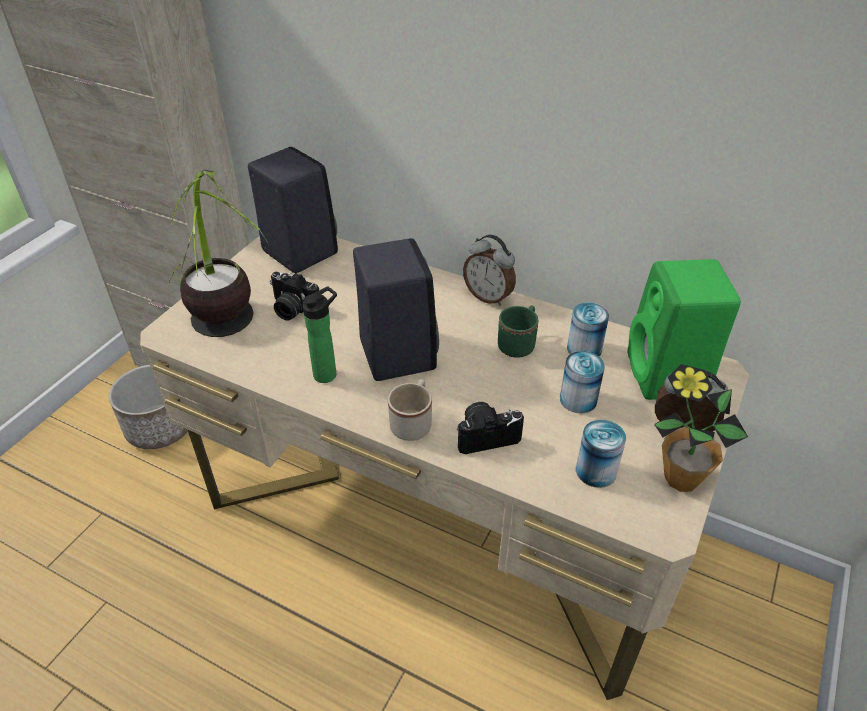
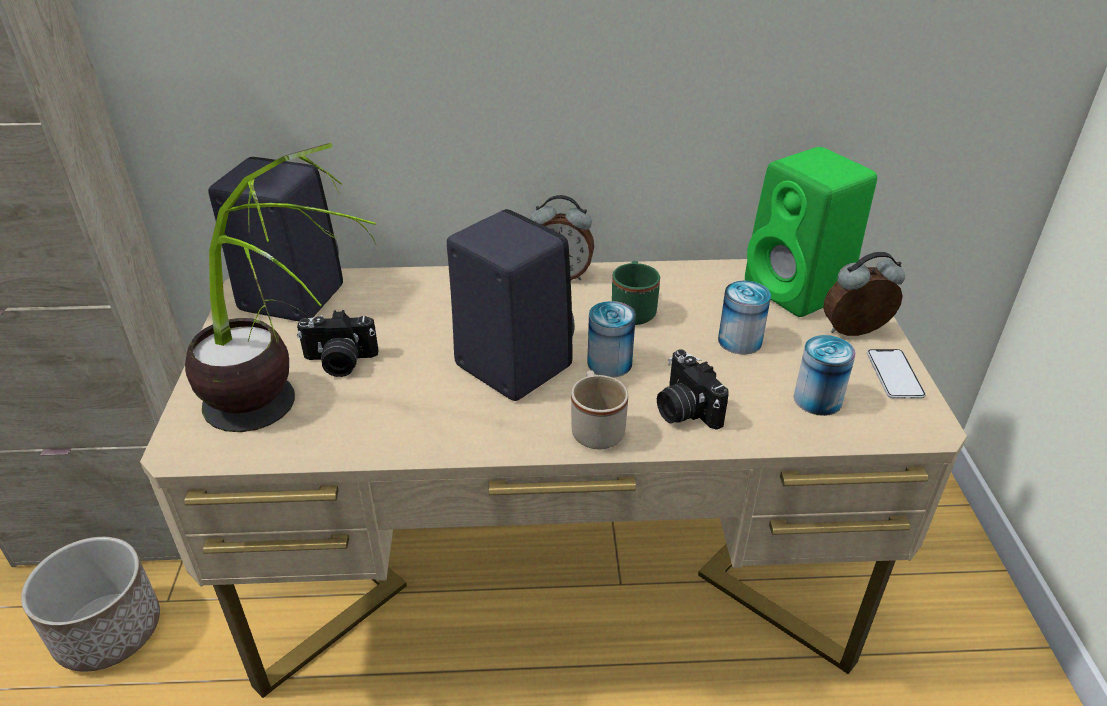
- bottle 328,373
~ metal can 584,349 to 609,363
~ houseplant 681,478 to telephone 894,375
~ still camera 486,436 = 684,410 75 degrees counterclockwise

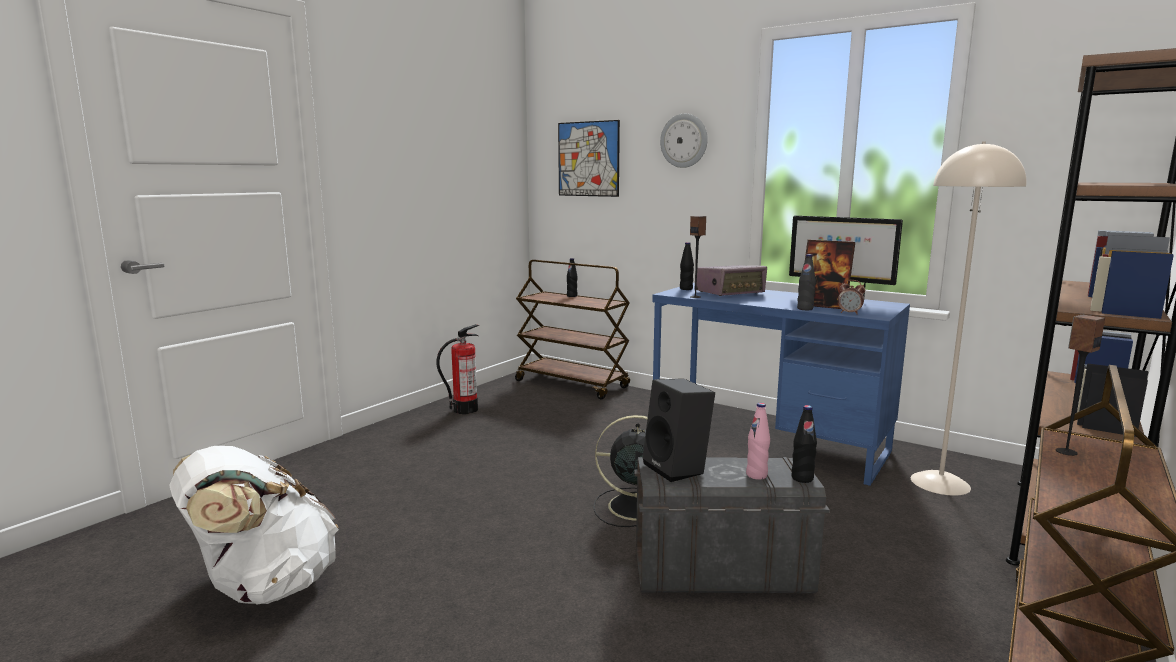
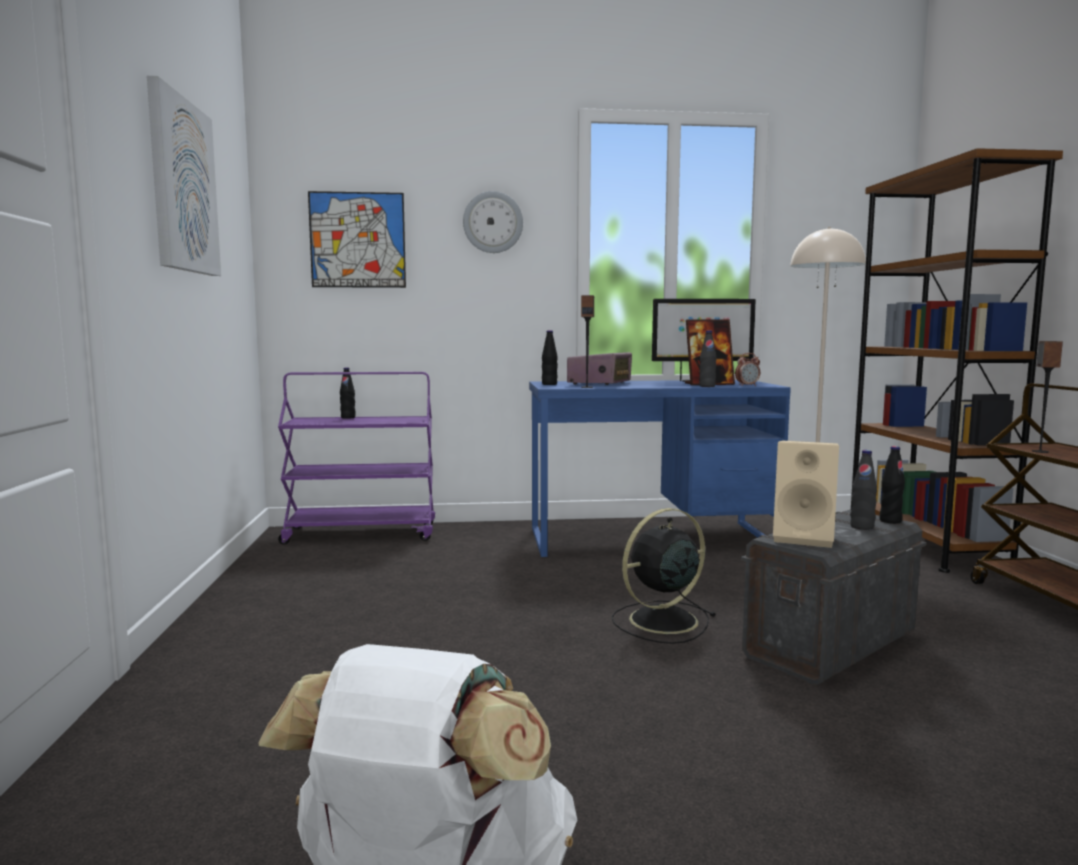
- fire extinguisher 465,410
+ wall art 182,186
~ brownish cart 572,384 to purple cart 362,534
~ blackish audio speaker 678,468 to sand-coloured audio speaker 805,538
~ pinkish bottle 756,475 to blackish bottle 862,527

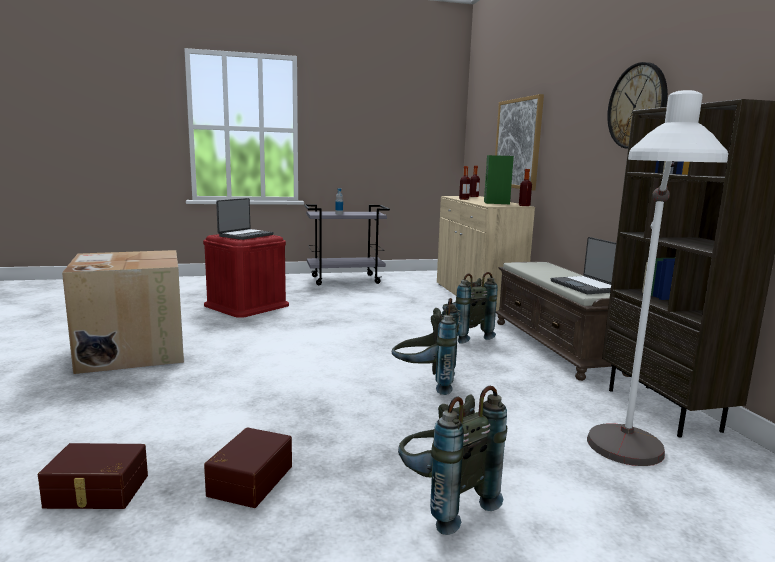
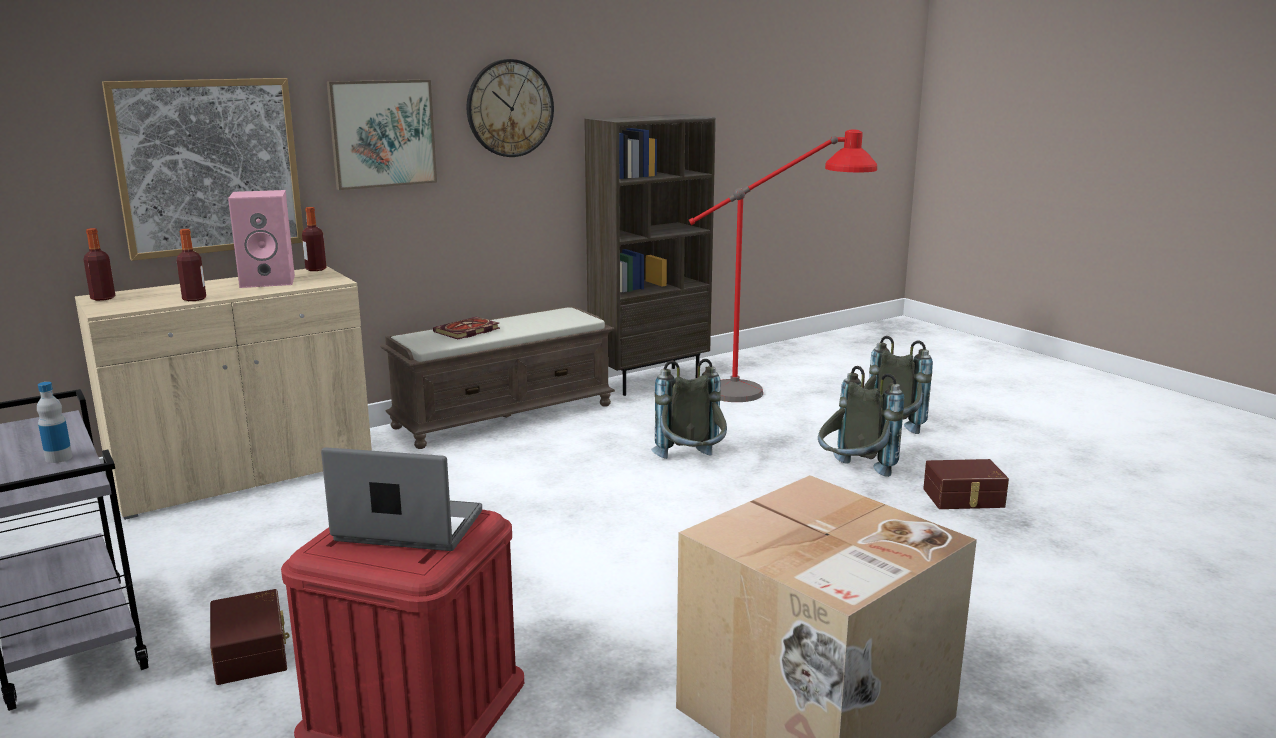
- notebook computer 586,286
+ wall art 382,133
+ volume 466,331
~ brownish storage box 96,492 to 253,652
~ grey rucksack 464,335 to 853,475
~ greenish audio speaker 497,203 to pinkish audio speaker 269,281
~ whitish standard lamp 624,472 to reddish standard lamp 775,393

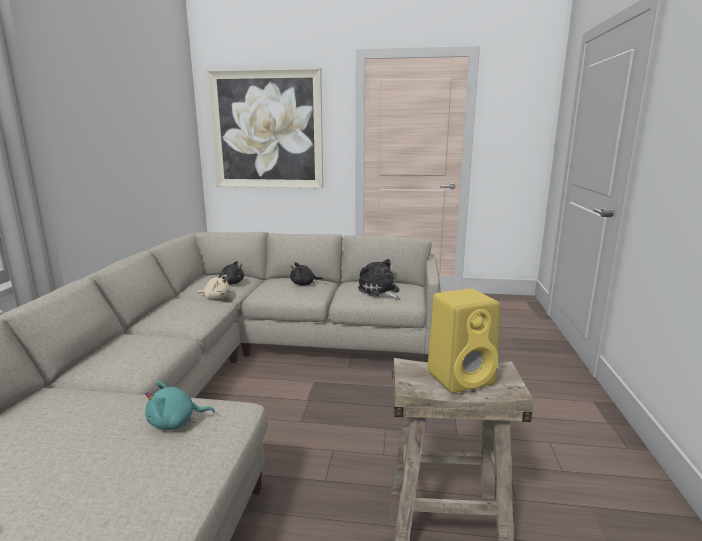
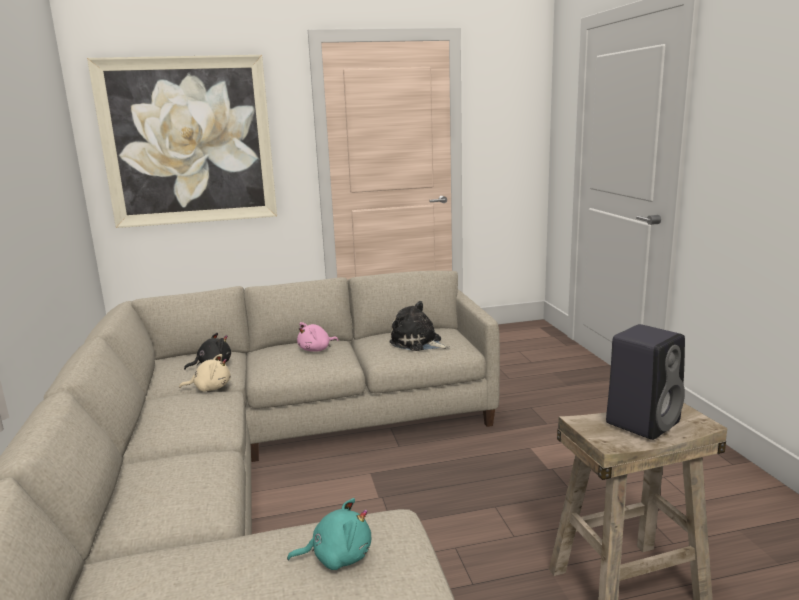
~ blackish cuddly toy 304,284 to pinkish cuddly toy 316,349
~ yellow-coloured audio speaker 461,377 to blackish audio speaker 643,422
~ turquoise cuddly toy 176,423 = 337,556 150 degrees counterclockwise

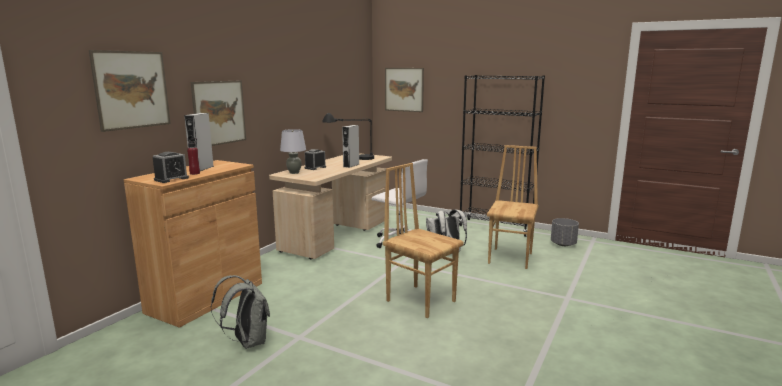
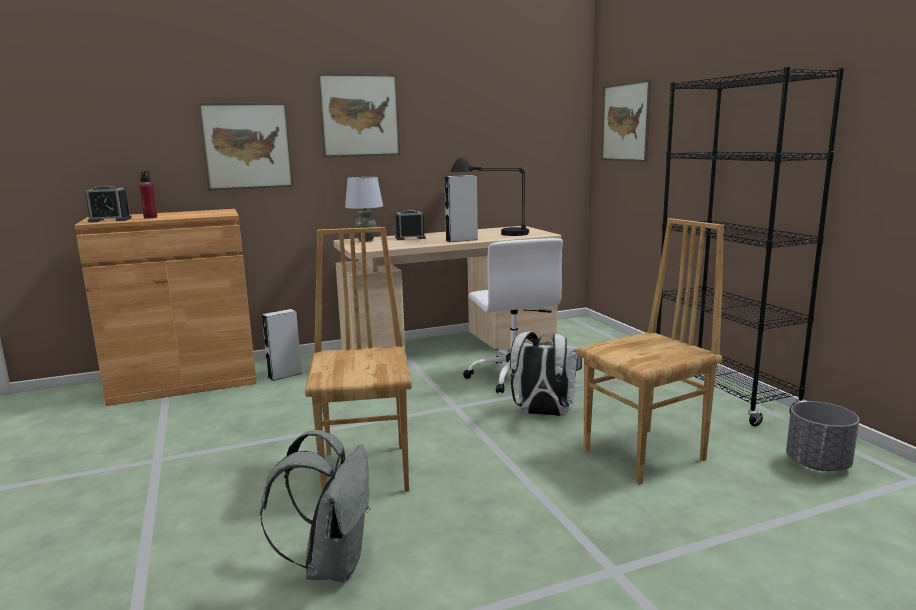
~ wall art 132,90 to 360,115
~ grey audio speaker 202,168 to 285,375
~ grey rucksack 247,342 to 332,564

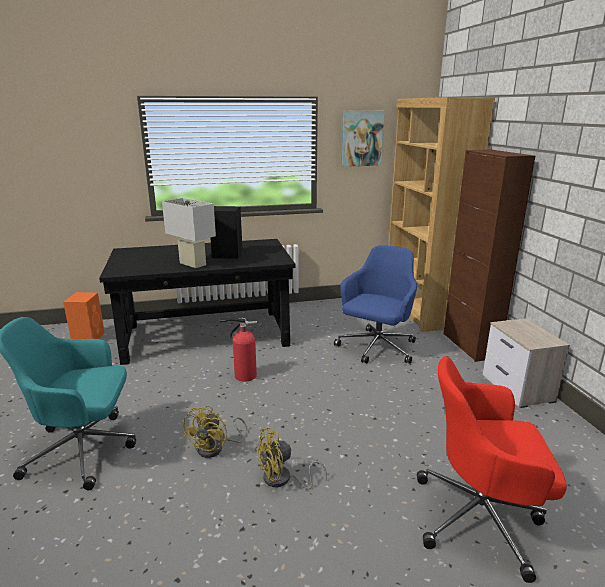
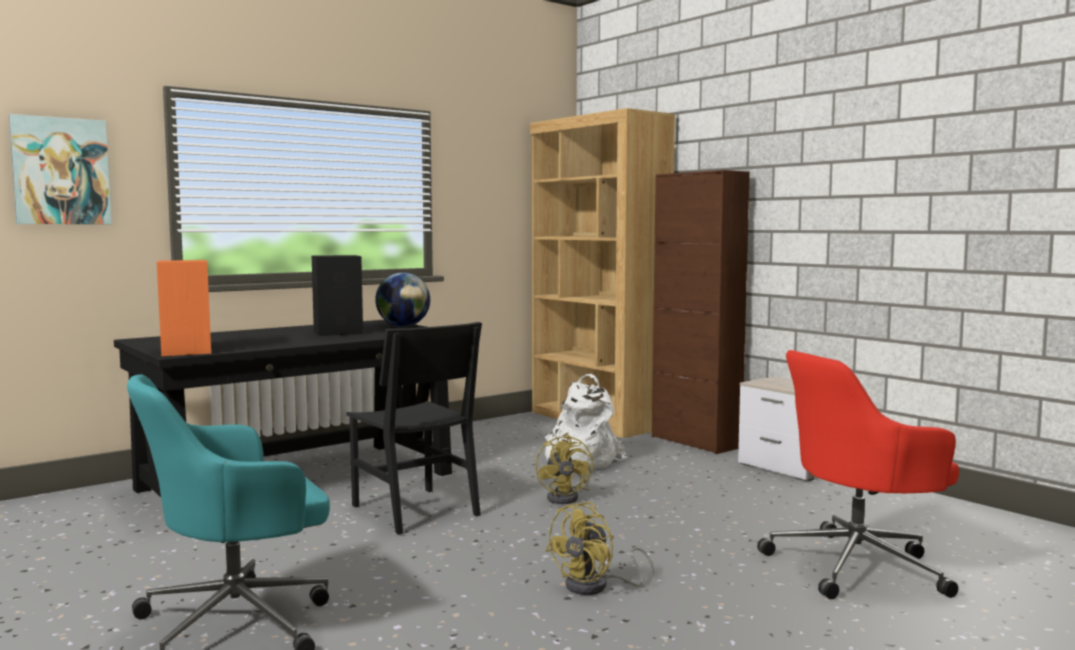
- whitish lamp for a table 192,264
+ desk globe 403,326
~ orange-coloured audio speaker 88,337 to 186,351
~ yellow-coloured cooling fan 216,448 to 567,498
~ wall art 361,138 to 61,171
~ fire extinguisher 243,376 to blackish chair 414,510
~ blue desk chair 376,348 to whitish rucksack 579,459

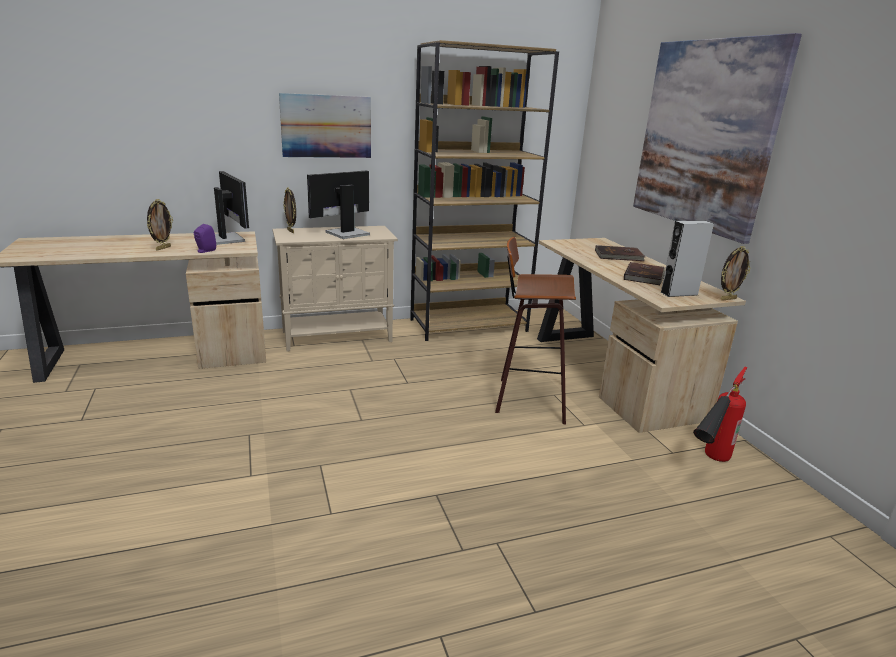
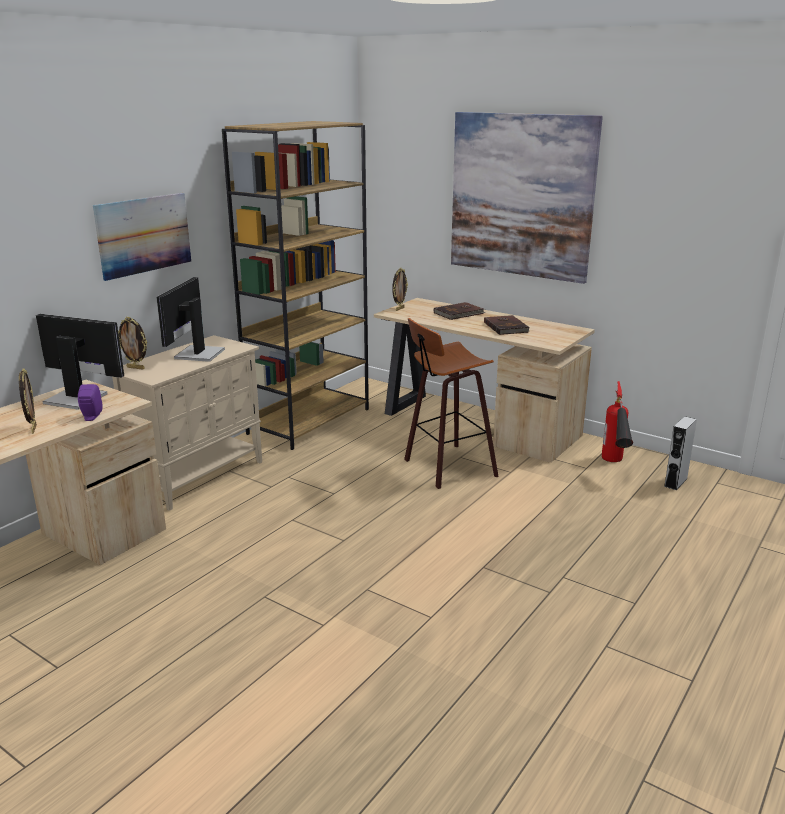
~ grey audio speaker 679,293 to 675,482
~ picture frame 727,299 to 399,309

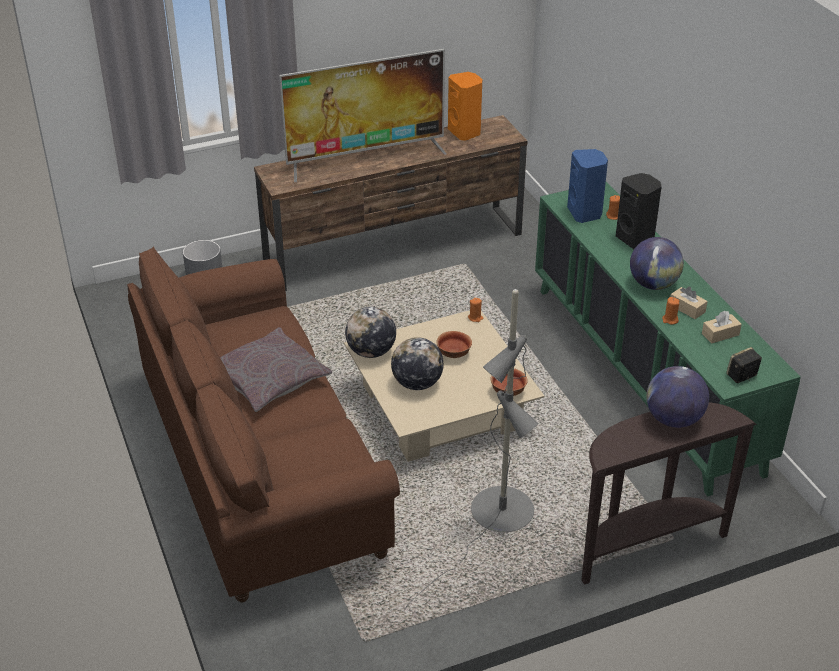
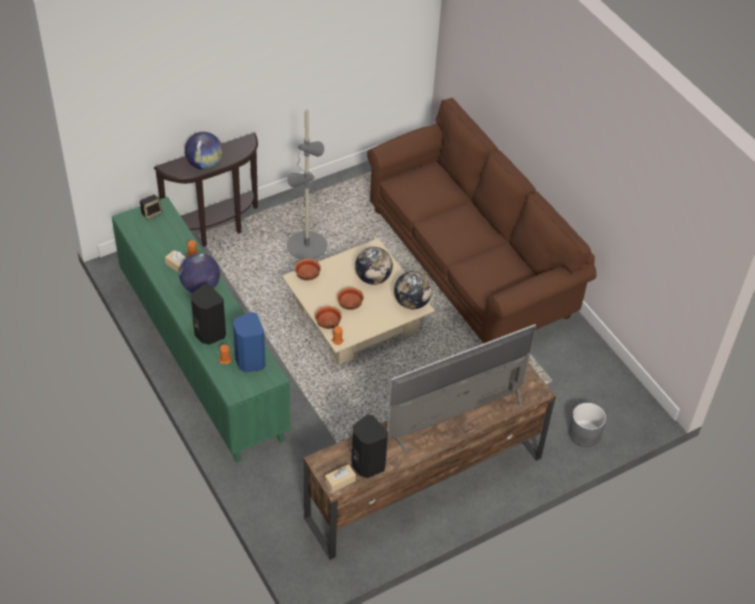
- grey throw pillow 269,379
+ bowl 327,324
~ sand-coloured tissue holder 720,334 to 340,481
~ orange-coloured audio speaker 465,132 to blackish audio speaker 366,465

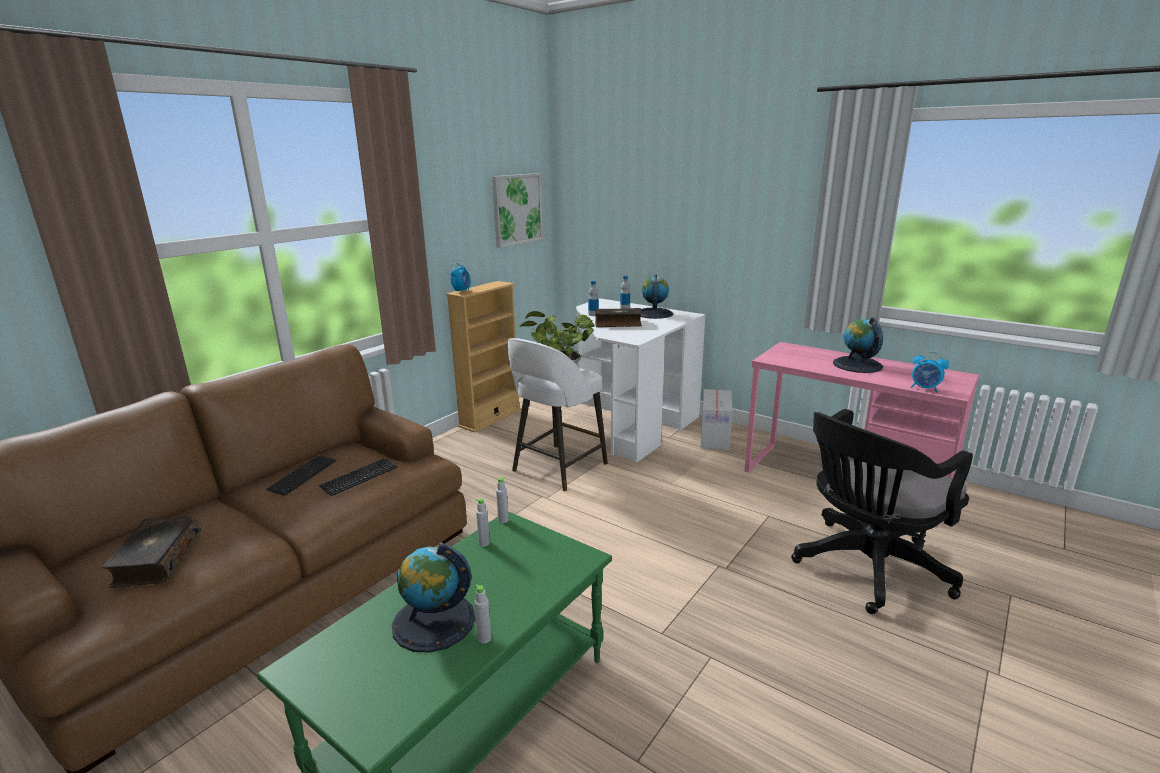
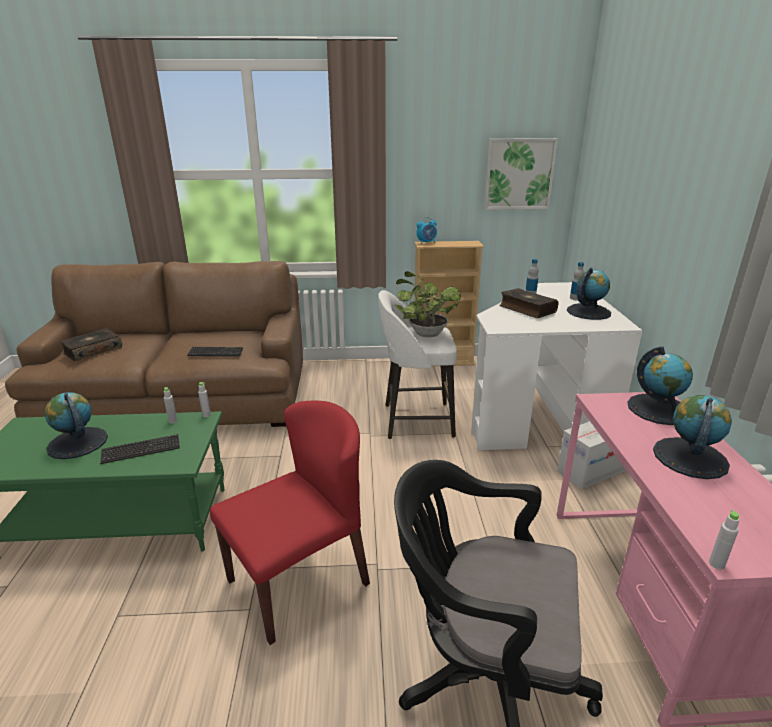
- bedside clock 925,389
+ reddish chair 299,581
+ desk globe 659,409
~ keyboard 303,476 to 141,450
~ grey bottle 484,638 to 716,564

